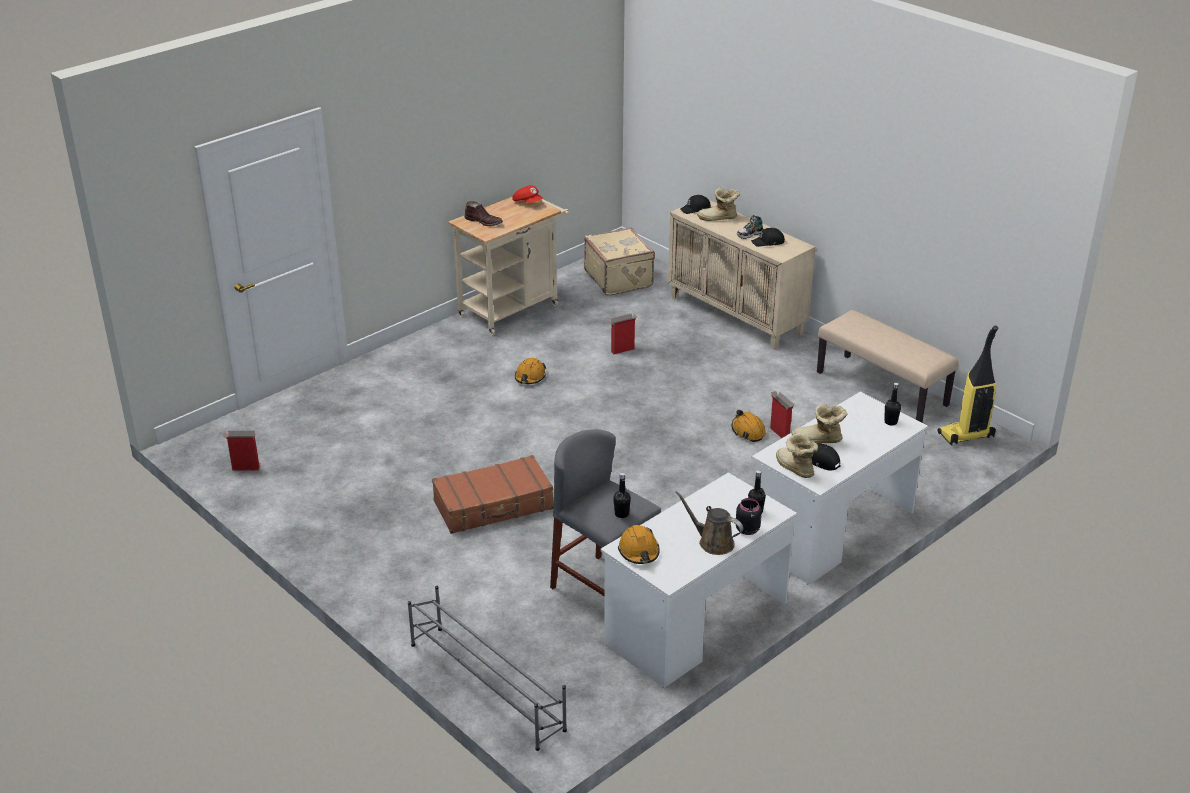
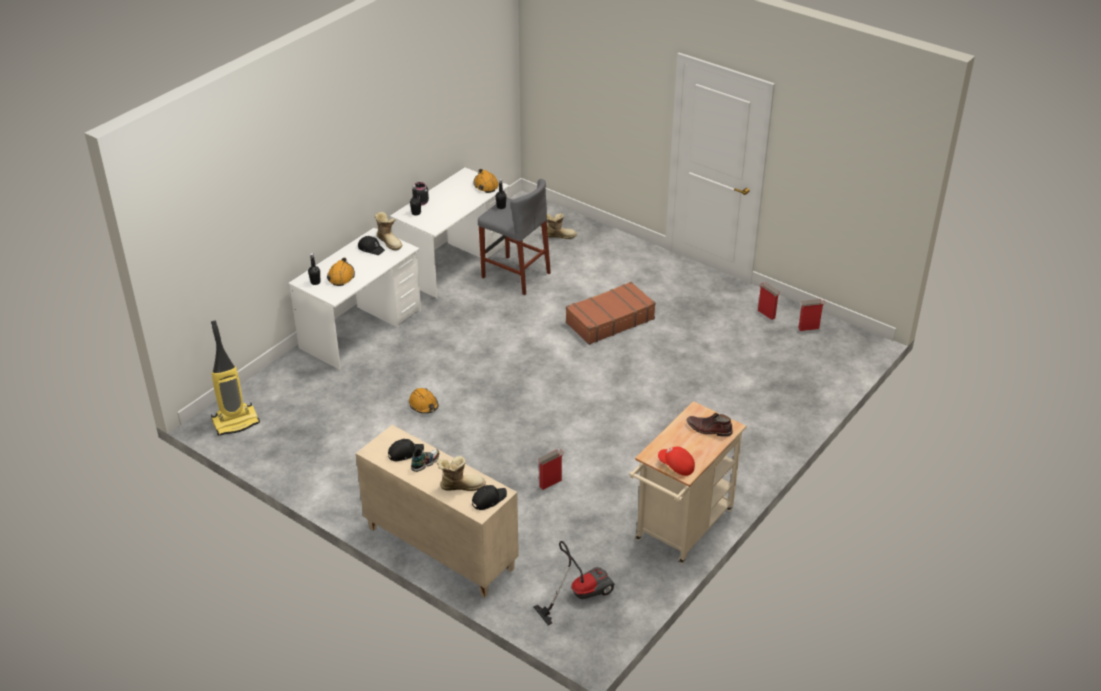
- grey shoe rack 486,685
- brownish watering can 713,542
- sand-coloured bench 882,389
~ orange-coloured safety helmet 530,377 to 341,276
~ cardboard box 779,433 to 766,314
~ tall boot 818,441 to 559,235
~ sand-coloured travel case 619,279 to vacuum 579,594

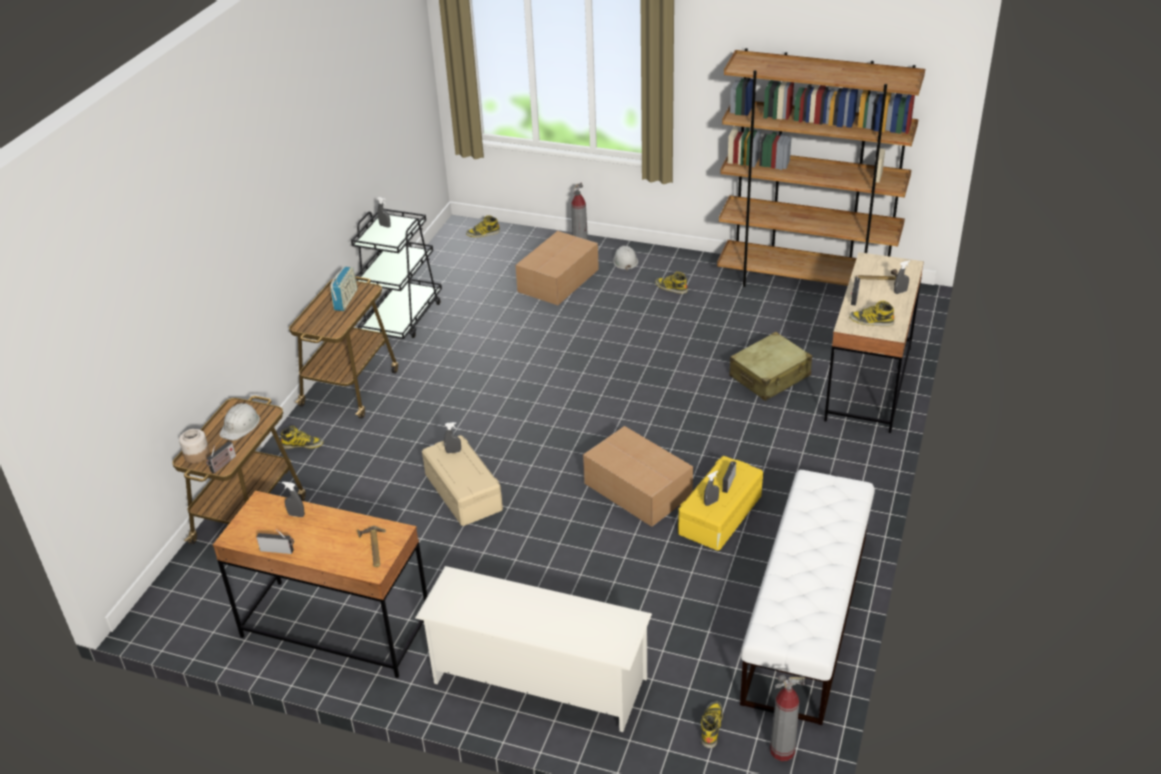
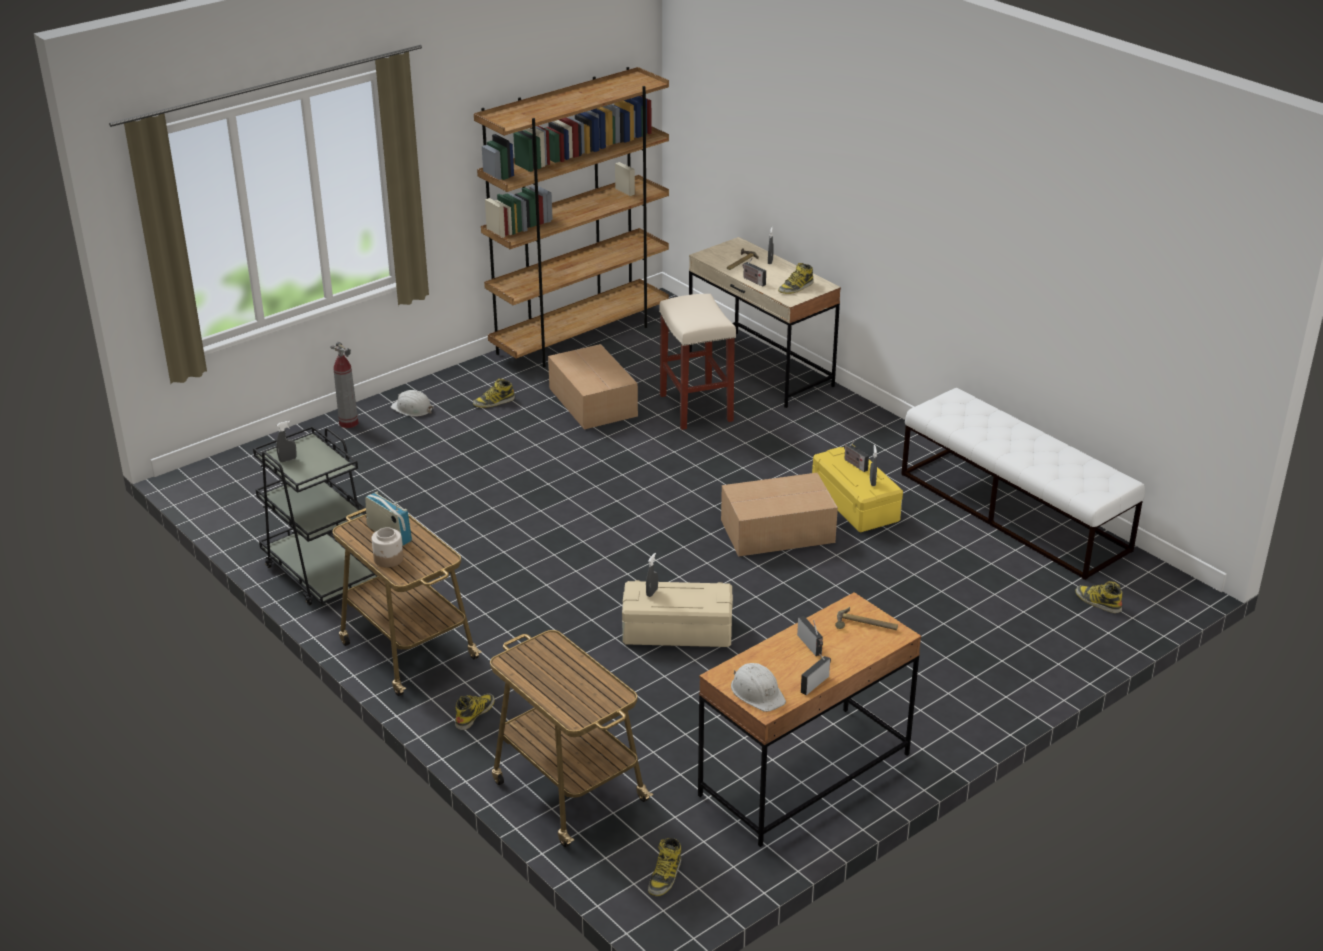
- grey spray bottle 296,515
- whitish shoe rack 538,680
- fire extinguisher 782,751
~ storage jar 196,455 to 388,559
~ radio set 222,465 to 810,645
~ whitish safety helmet 240,425 to 757,692
~ tall boot 483,233 to 665,876
~ cardboard box 557,281 to 593,403
~ sand-coloured travel case 770,376 to sand-coloured stool 695,407

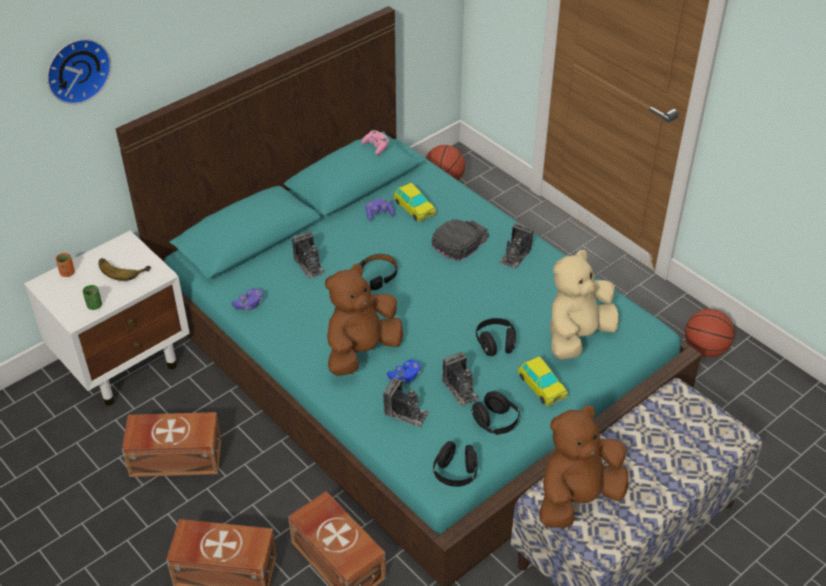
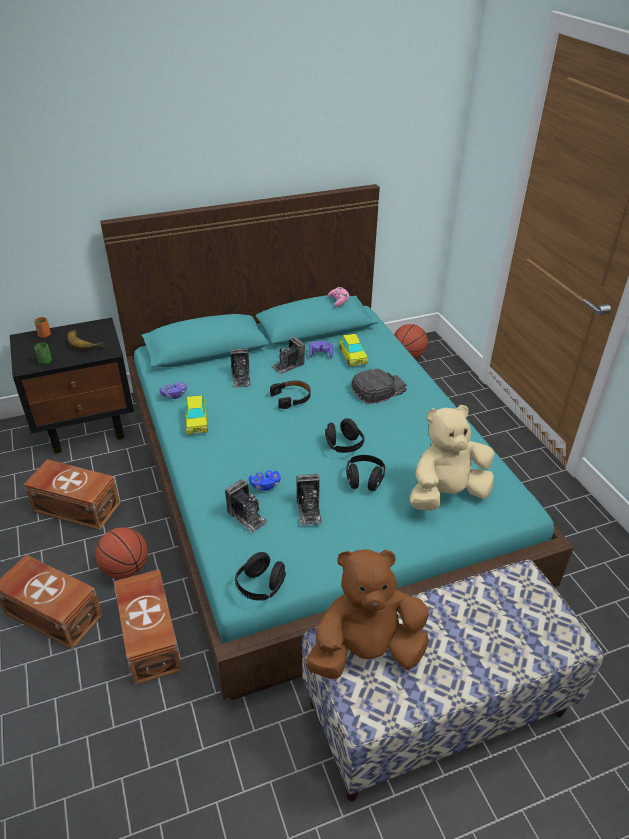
- wall clock 76,69
- brownish cuddly toy 361,351
~ blackish headset 496,423 to 344,446
~ still camera 515,256 to 288,365
~ model car 542,387 to 196,421
~ basketball ball 705,349 to 126,569
~ whitish bedside table 125,363 to blackish bedside table 87,426

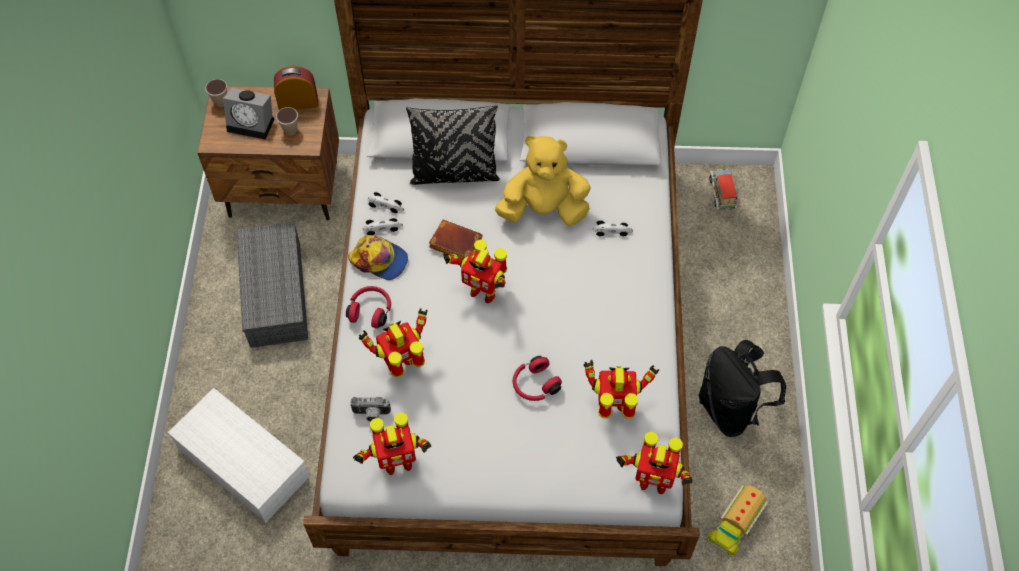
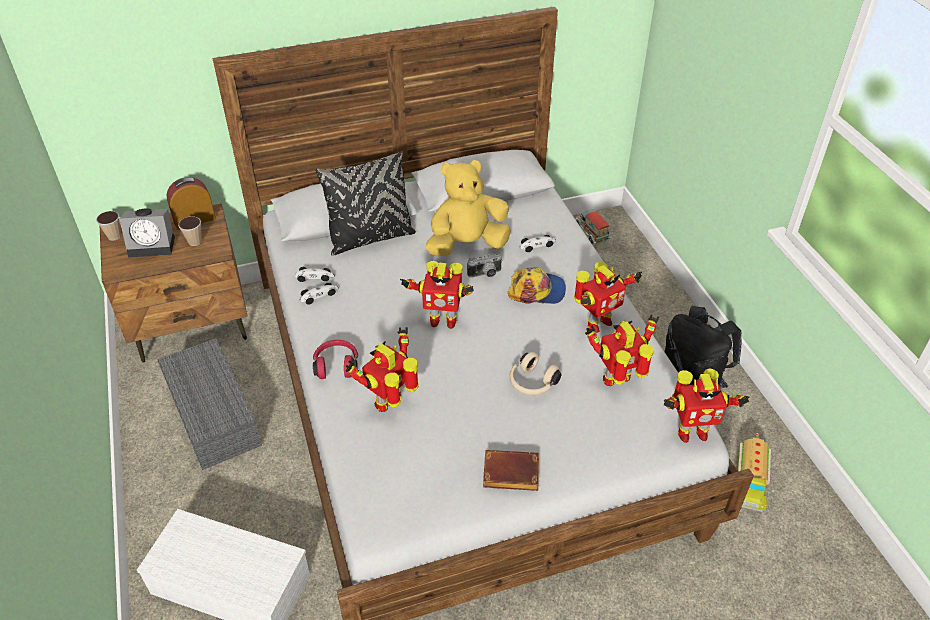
~ peaked cap 379,260 to 537,290
~ still camera 371,414 to 485,275
~ robot figure 397,463 to 597,323
~ brownish volume 453,244 to 509,475
~ reddish headset 534,385 to sand-coloured headset 532,383

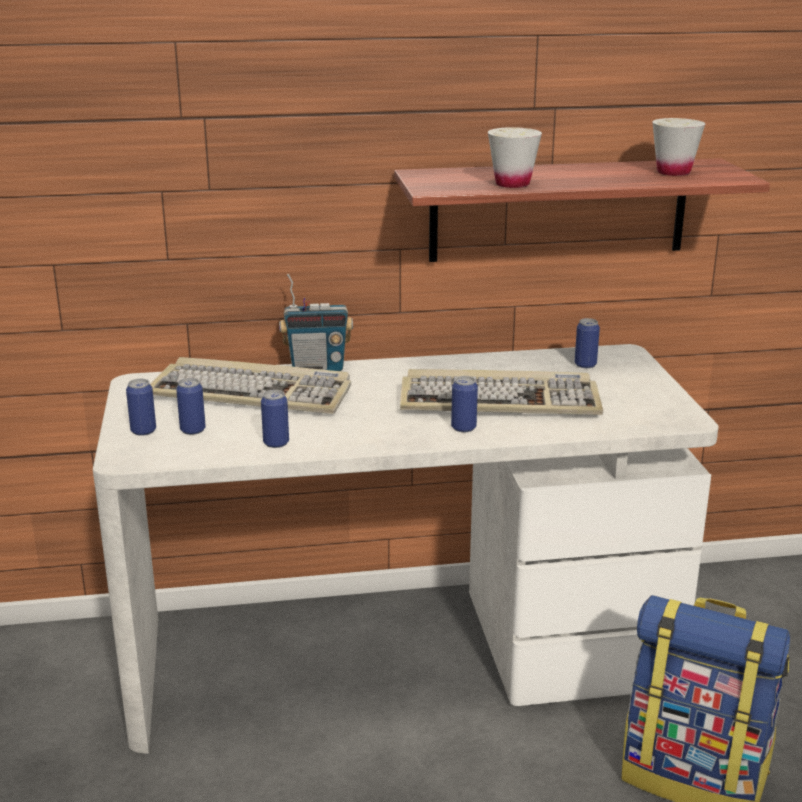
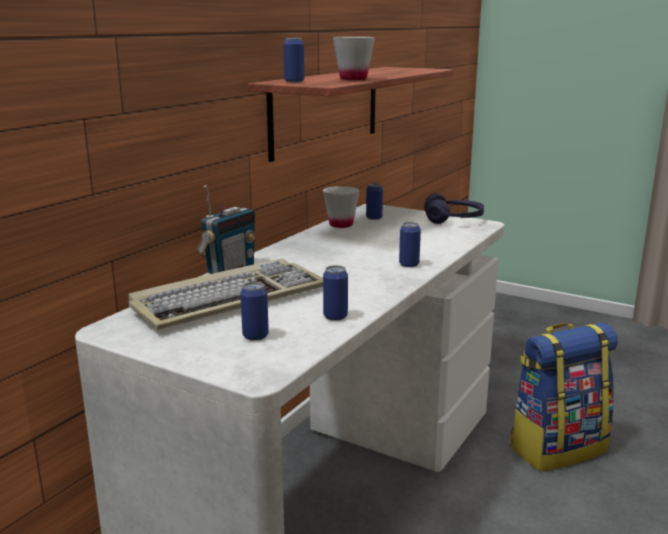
- keyboard 500,400
+ purple headset 453,219
~ metal can 143,431 to 294,81
~ whitish small cup 673,172 to 341,225

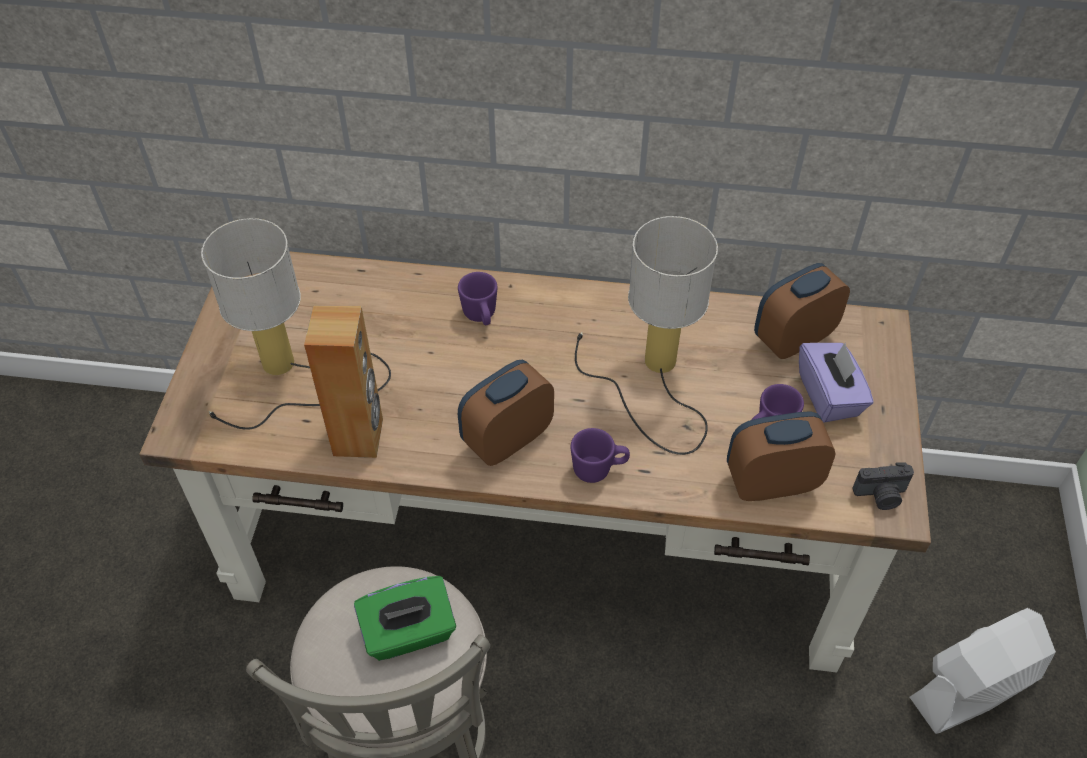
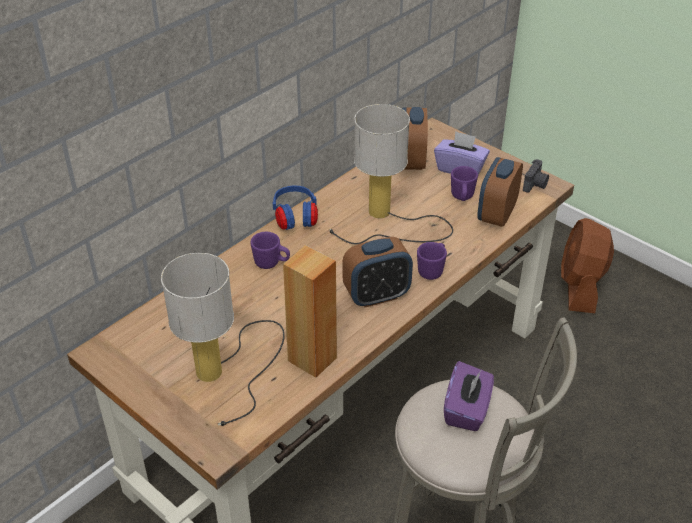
+ blue headset 295,219
~ greenish tissue holder 409,633 to purple tissue holder 467,410
~ whitish cooling fan 972,689 to brownish cooling fan 580,286
~ bedside clock 507,439 = 376,295 105 degrees counterclockwise

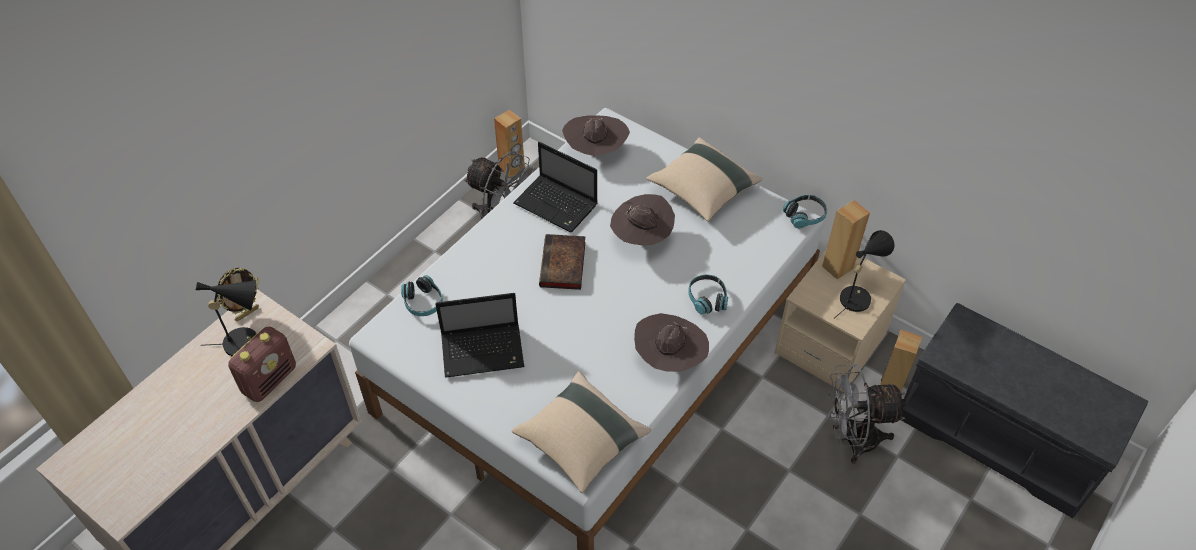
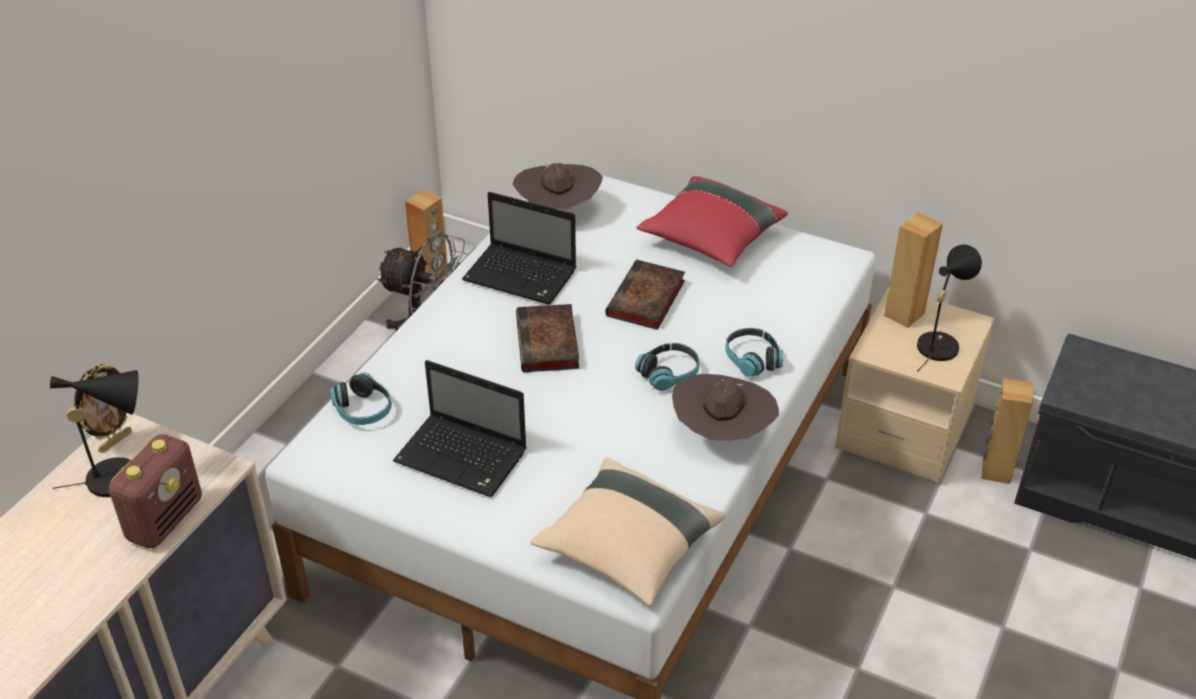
- grey cooling fan 852,439
~ headset 804,216 to 669,374
~ brownish clothing hat 642,238 to volume 646,300
~ sand-coloured throw pillow 702,190 to reddish throw pillow 710,239
~ notebook computer 484,351 = 464,457 45 degrees clockwise

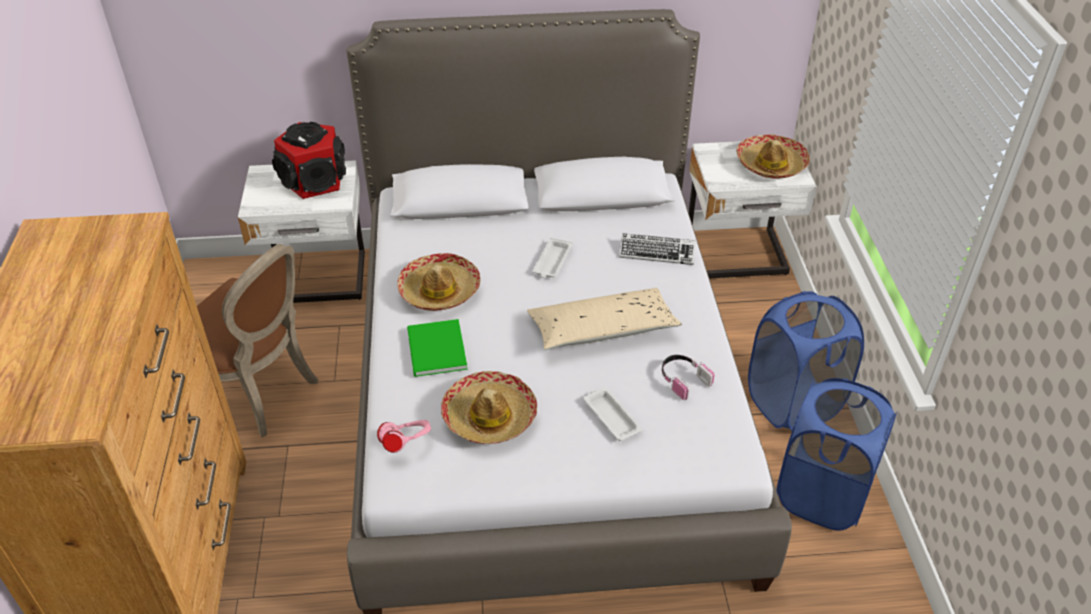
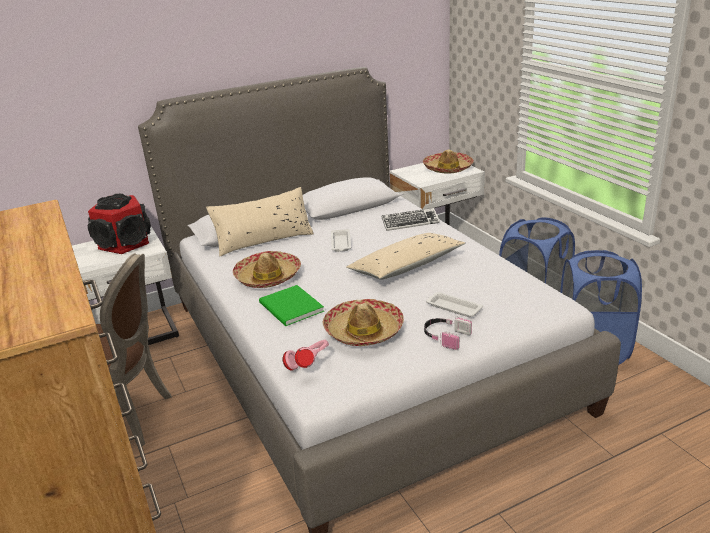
+ sand-coloured throw pillow 264,240
~ headset 683,379 to 445,337

